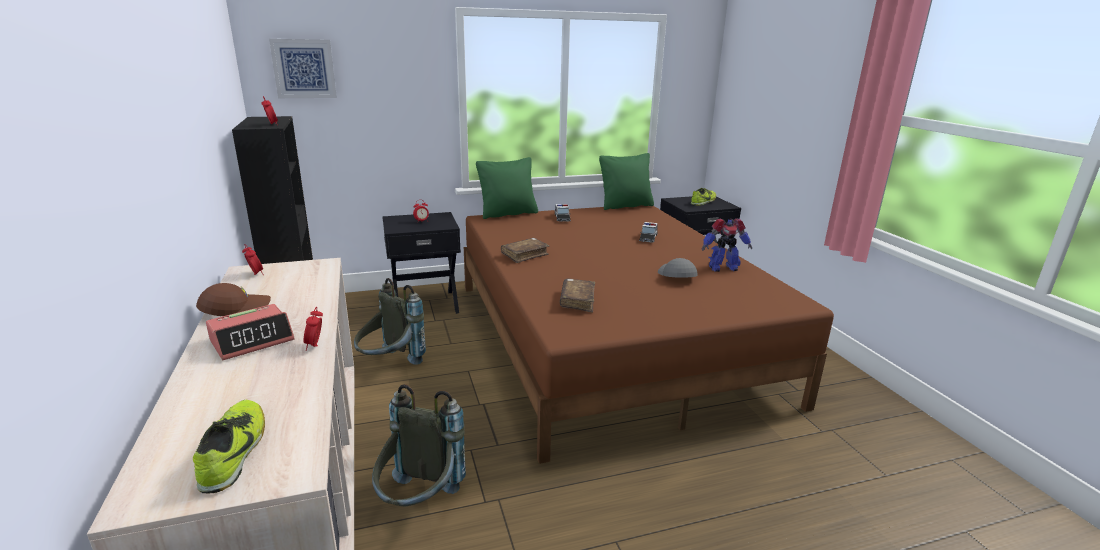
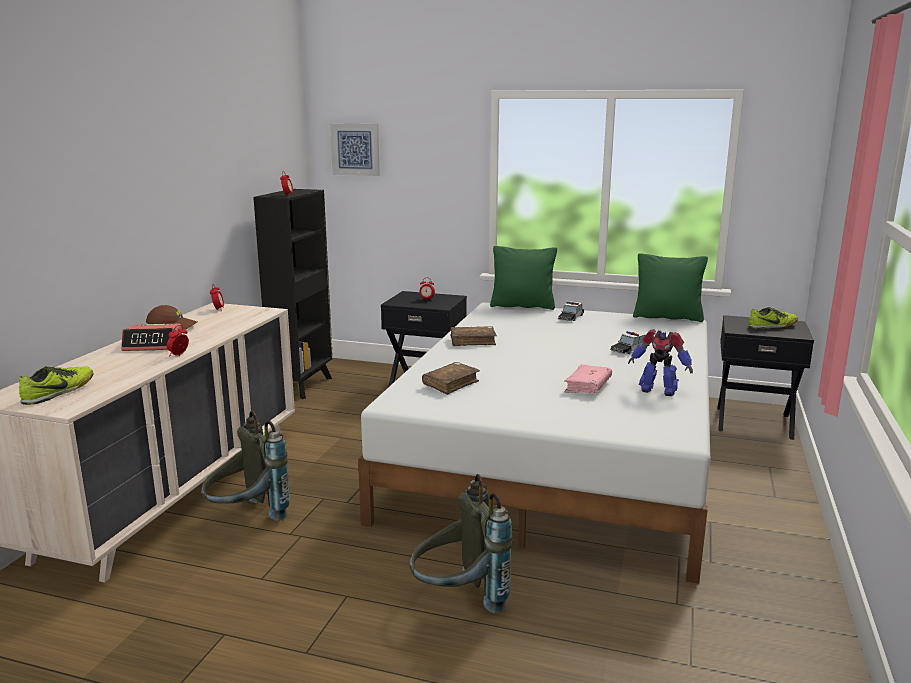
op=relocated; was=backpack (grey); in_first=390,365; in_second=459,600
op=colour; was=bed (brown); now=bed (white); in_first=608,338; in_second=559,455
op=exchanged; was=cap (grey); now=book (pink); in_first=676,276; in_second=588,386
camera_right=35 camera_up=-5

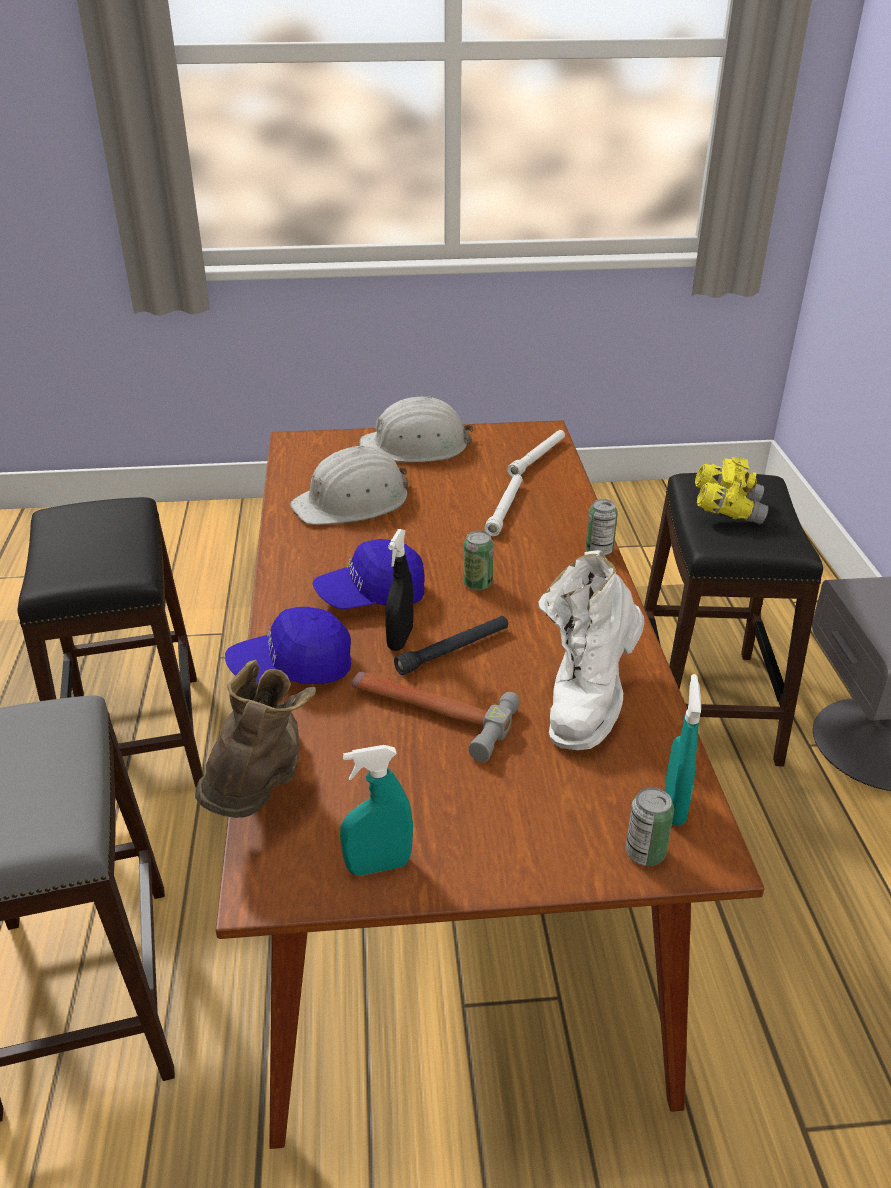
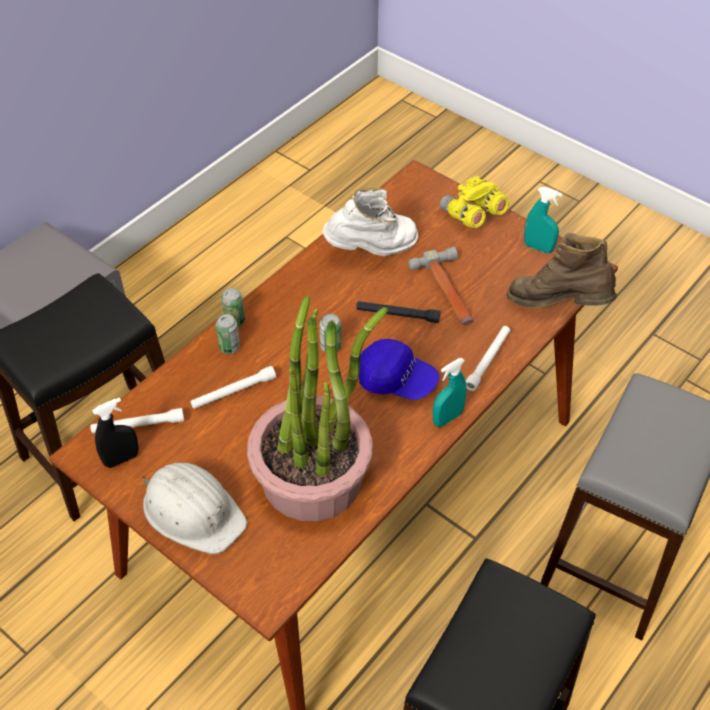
op=spun; was=boot (brown); in_first=262,790; in_second=558,306; clockwise=60
op=exchanged; was=cap (blue); now=flashlight (white); in_first=292,669; in_second=488,361
op=exchanged; was=hard hat (white); now=potted plant; in_first=353,502; in_second=313,477
op=relocated; was=spray bottle (black); in_first=400,639; in_second=121,459
op=relocated; was=can; in_first=645,853; in_second=229,347
op=relocated; was=spray bottle (turquoise); in_first=674,806; in_second=447,418
op=relocated; was=binoculars (yellow); in_first=727,510; in_second=472,215
camera_right=-135 camera_up=15

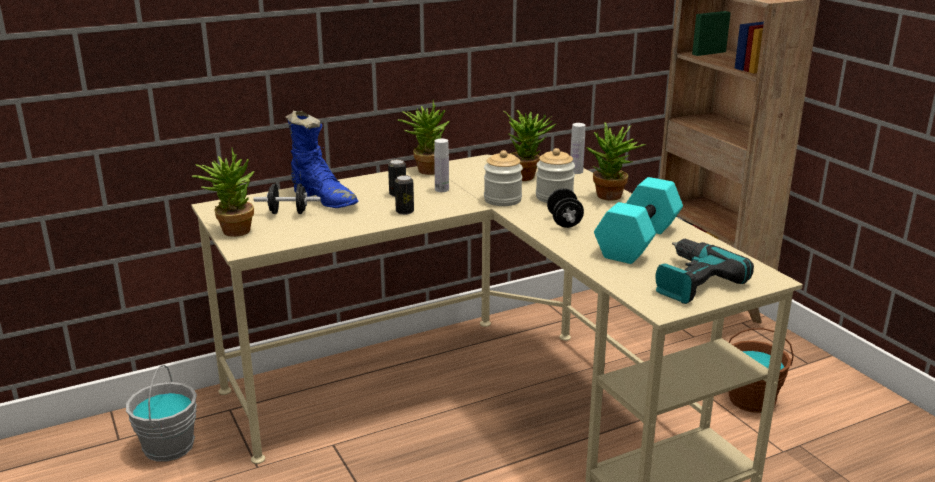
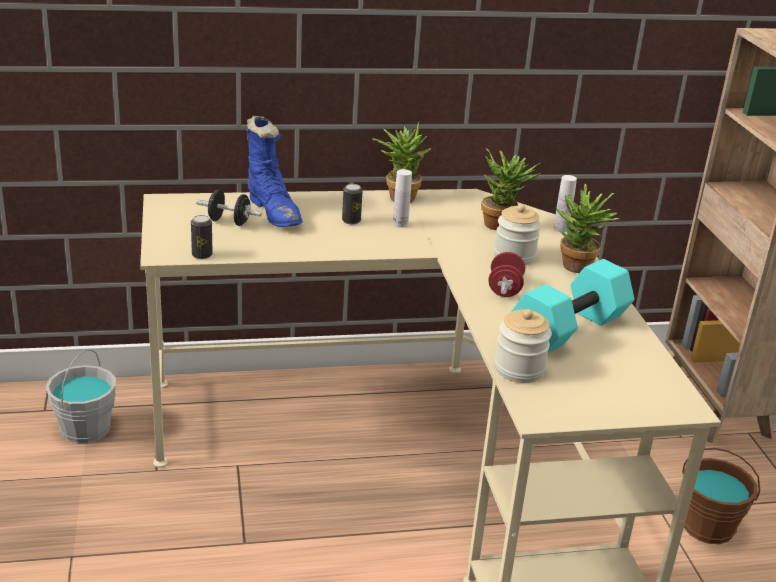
op=missing; was=potted plant; in_first=231,230
op=relocated; was=can; in_first=404,211; in_second=202,255
op=relocated; was=jar; in_first=502,200; in_second=519,369
op=colour; was=dumbbell (black); now=dumbbell (red); in_first=564,222; in_second=504,289
op=missing; was=power drill; in_first=690,281
camera_right=15 camera_up=5

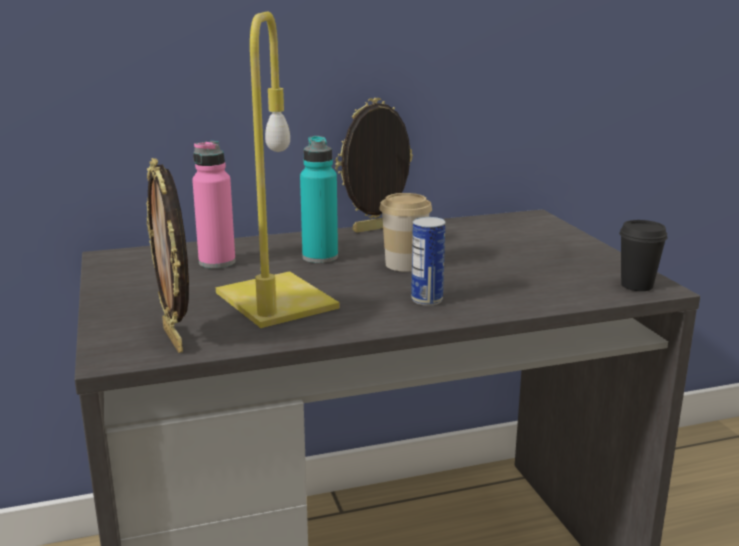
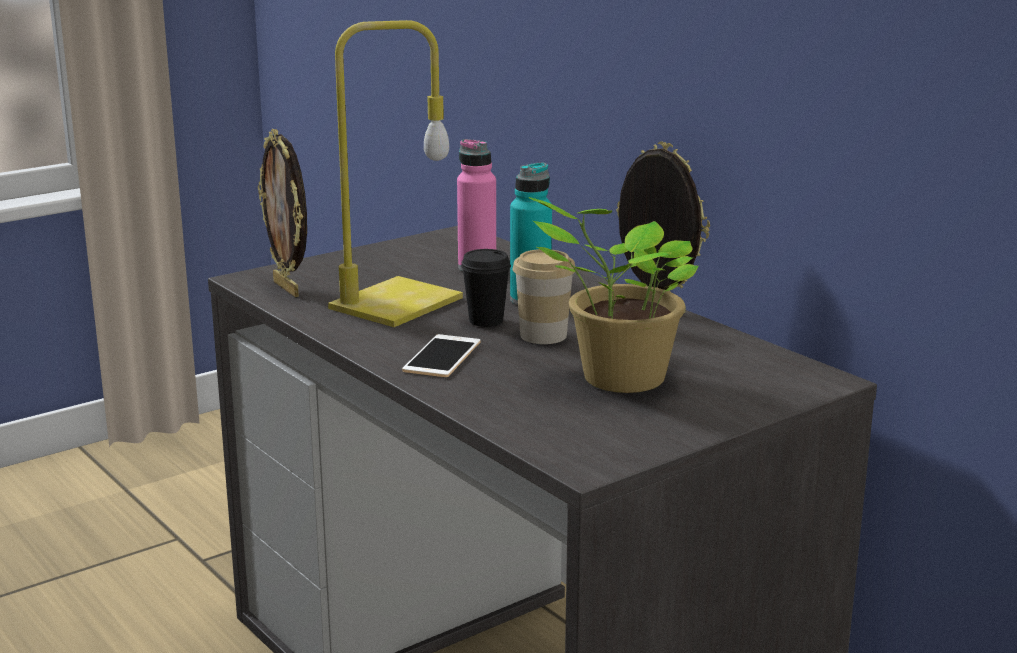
op=spun; was=picture frame; in_first=175,339; in_second=288,288; clockwise=-75
op=exchanged; was=can; now=phone; in_first=427,300; in_second=442,356
op=relocated; was=cup (black); in_first=636,285; in_second=486,321
op=appeared; now=potted plant; in_second=617,379
camera_right=70 camera_up=0

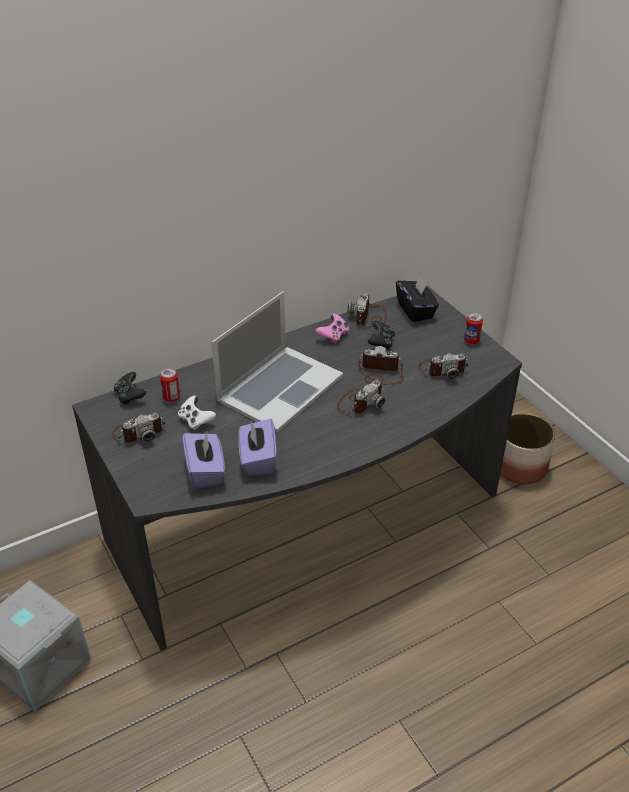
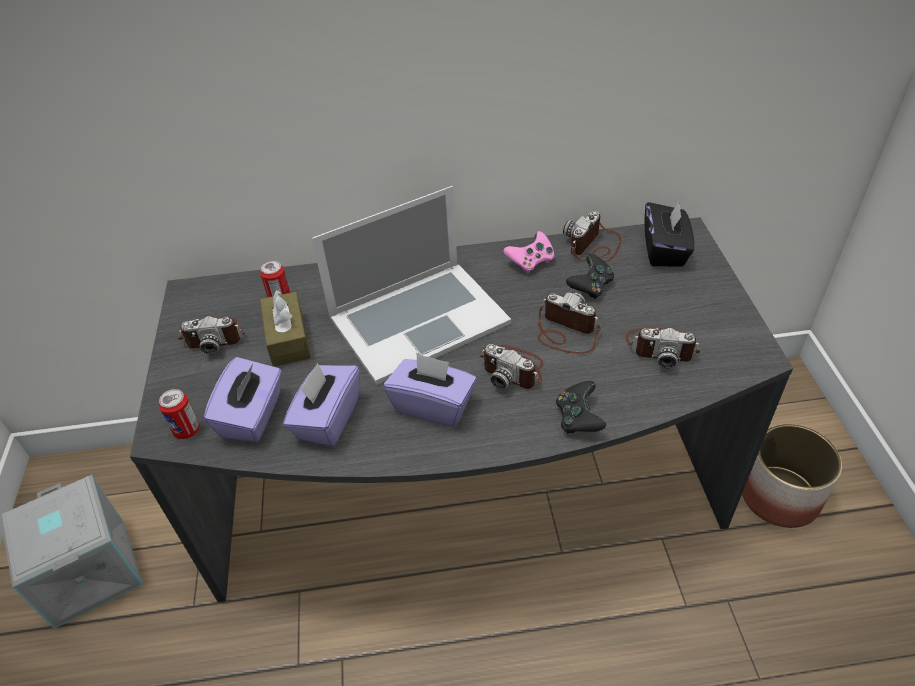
op=relocated; was=game controller (black); in_first=130,396; in_second=578,418
op=exchanged; was=game controller (white); now=tissue box (brown); in_first=196,420; in_second=288,339
op=spun; was=photo camera; in_first=360,402; in_second=513,369; clockwise=60
op=relocated; was=can; in_first=471,341; in_second=187,430
op=appeared; now=tissue box (purple); in_second=433,405
camera_right=25 camera_up=5

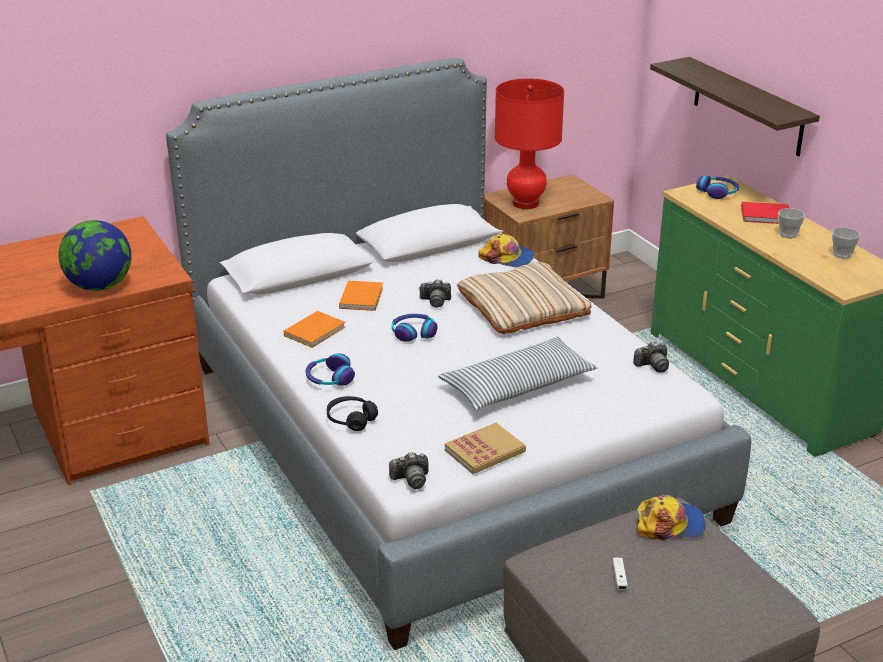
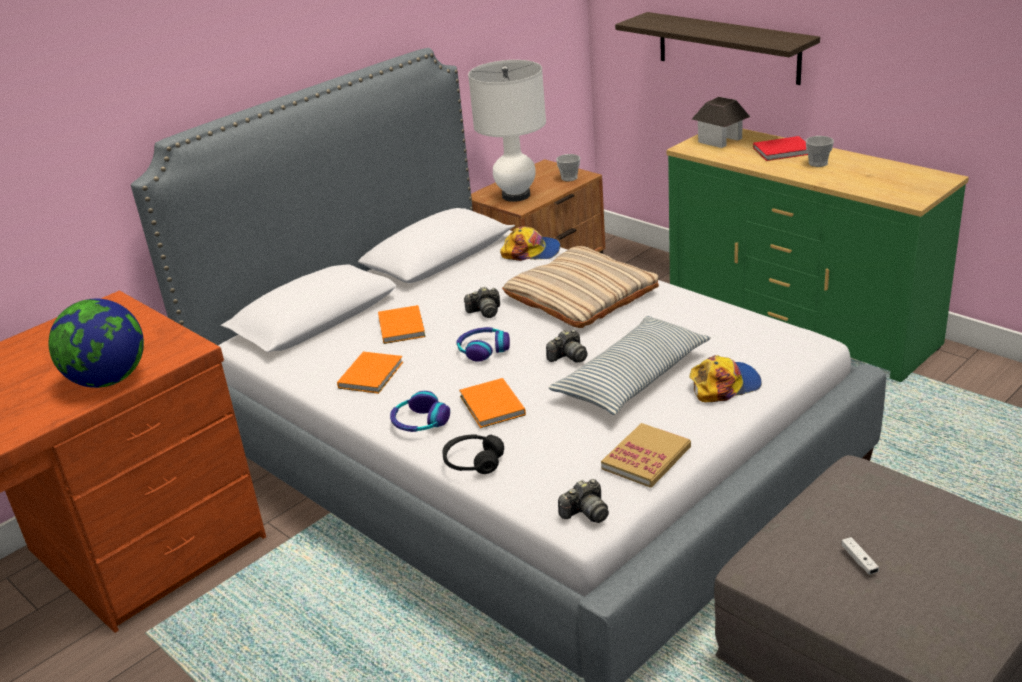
op=colour; was=table lamp (red); now=table lamp (white); in_first=526,203; in_second=516,195
op=relocated; was=photo camera; in_first=653,365; in_second=568,357
op=relocated; was=cap; in_first=670,524; in_second=724,385
op=exchanged; was=headphones; now=toy house; in_first=717,192; in_second=720,140
op=relocated; was=cup; in_first=842,254; in_second=569,178
op=appeared; now=book (orange); in_second=491,407
camera_right=-15 camera_up=0

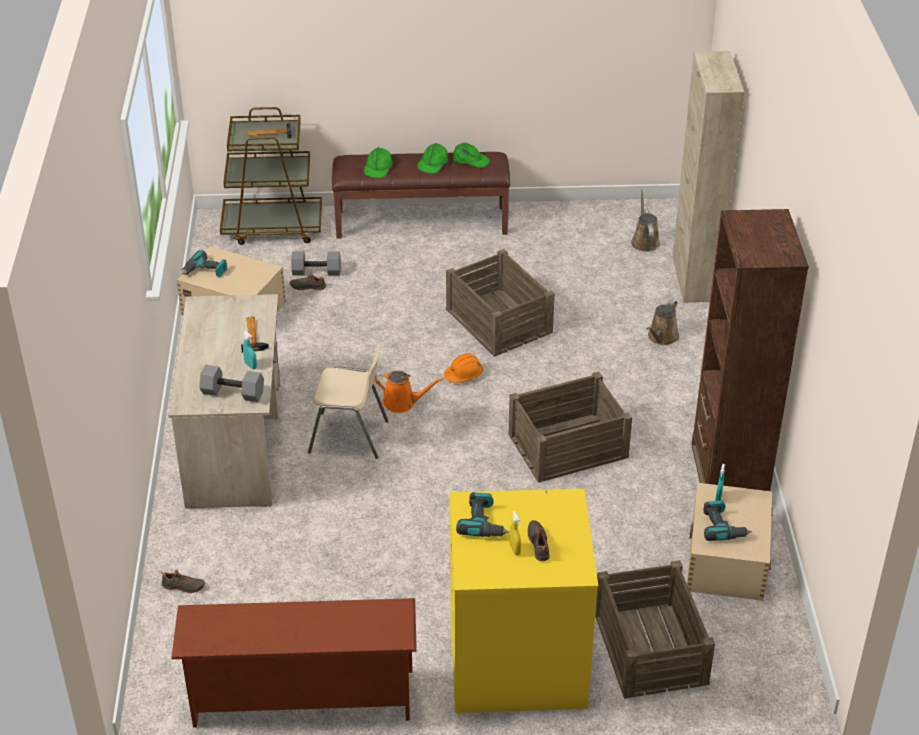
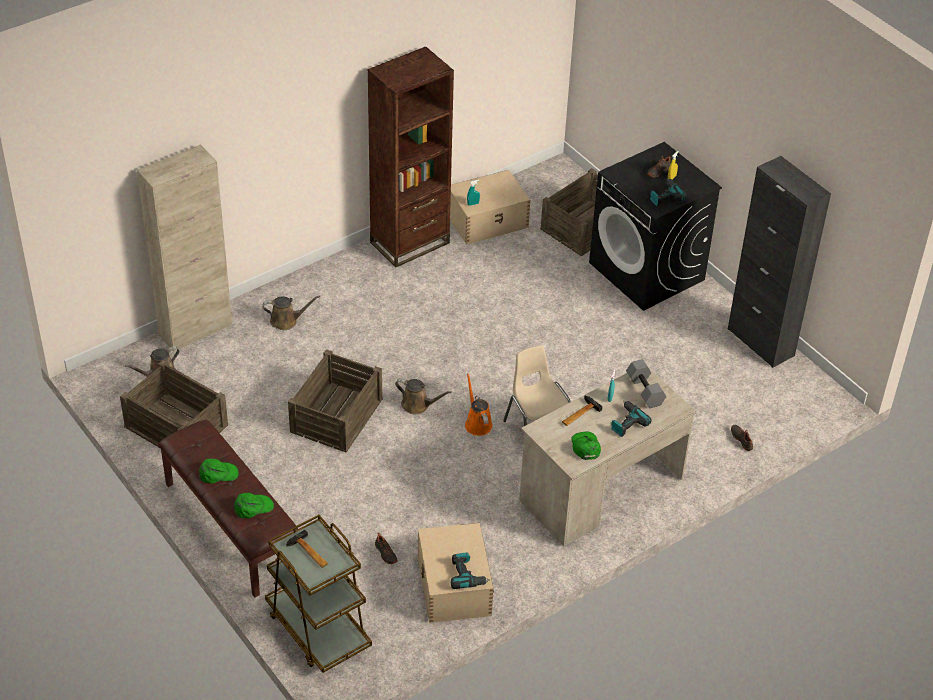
op=exchanged; was=shoe rack (brown); now=cabinet (black); in_first=301,700; in_second=760,342
op=missing; was=dumbbell (grey); in_first=317,271
op=exchanged; was=hard hat (orange); now=watering can (brown); in_first=464,375; in_second=418,405
op=colour; was=washing machine (yellow); now=washing machine (black); in_first=516,662; in_second=647,271
op=relocated; was=cap (green); in_first=471,160; in_second=585,447
op=relocated; was=crate; in_first=568,446; in_second=176,425
op=relocated; was=power drill; in_first=722,527; in_second=626,422
camera_right=-125 camera_up=5

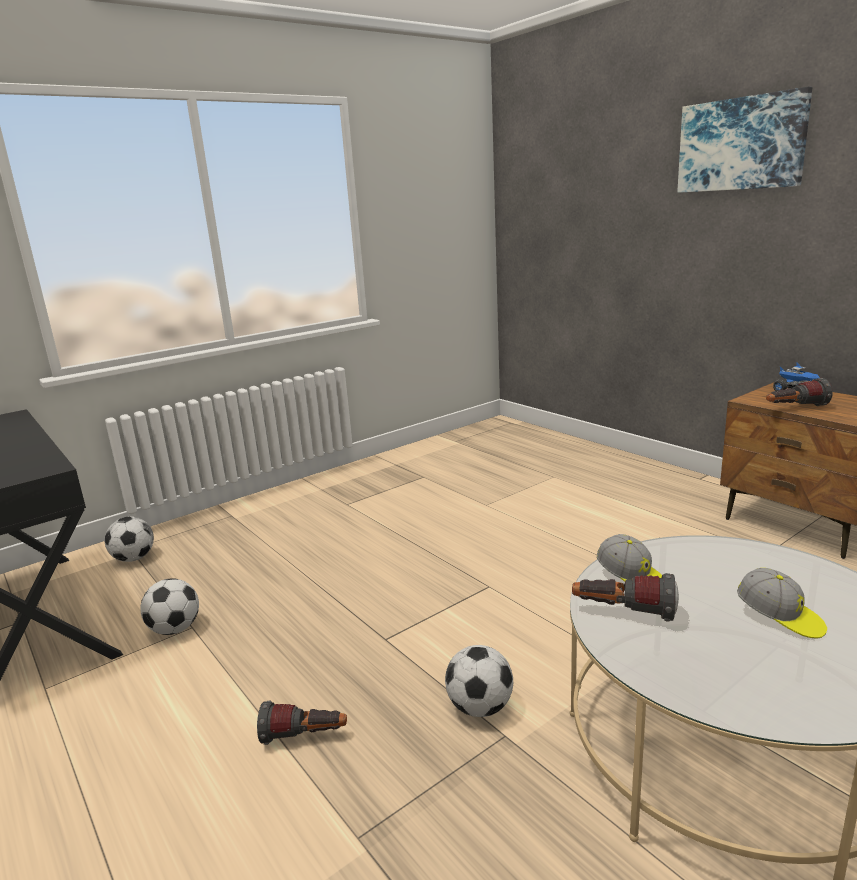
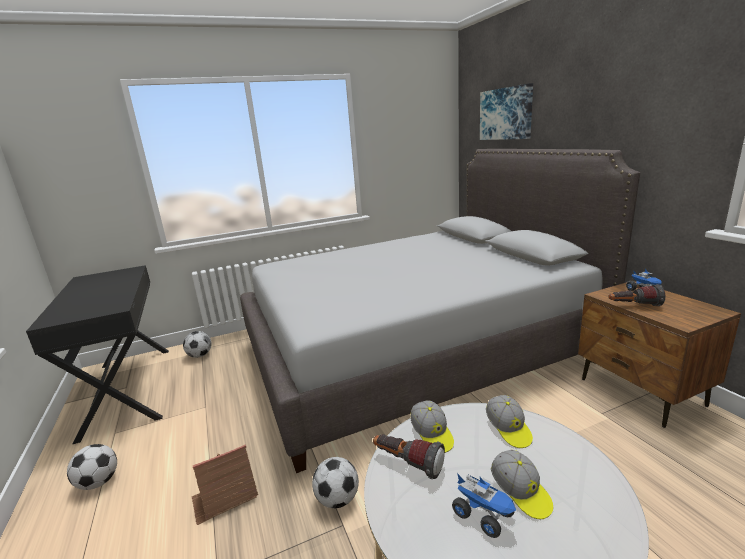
op=relocated; was=football; in_first=175,629; in_second=98,482
op=exchanged; was=flashlight; now=toy house; in_first=305,737; in_second=225,496
op=relocated; was=picture; in_first=741,144; in_second=506,114
op=appeared; now=bed (grey); in_second=415,350
op=appeared; now=toy truck; in_second=484,514
op=appeared; now=cap; in_second=508,429
camera_right=15 camera_up=0

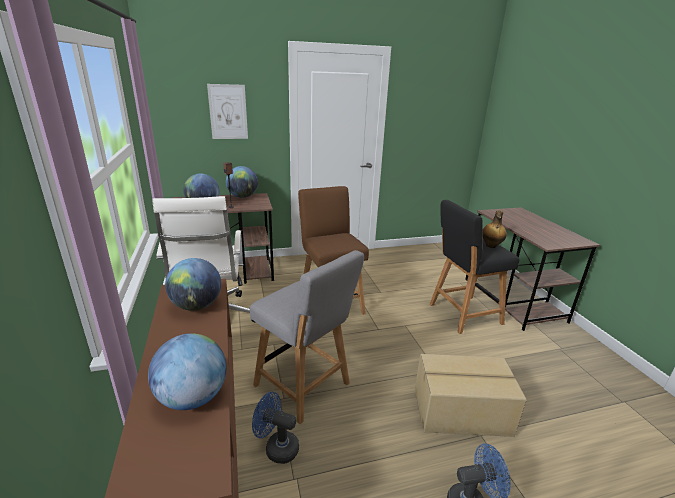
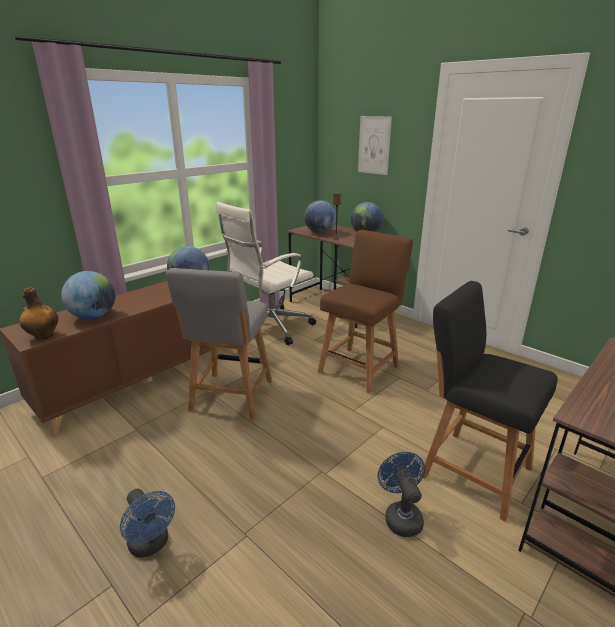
op=relocated; was=fan (blue); in_first=277,447; in_second=401,516
op=missing; was=cardboard box; in_first=462,412
op=relocated; was=bottle; in_first=491,246; in_second=43,336
camera_right=60 camera_up=0

